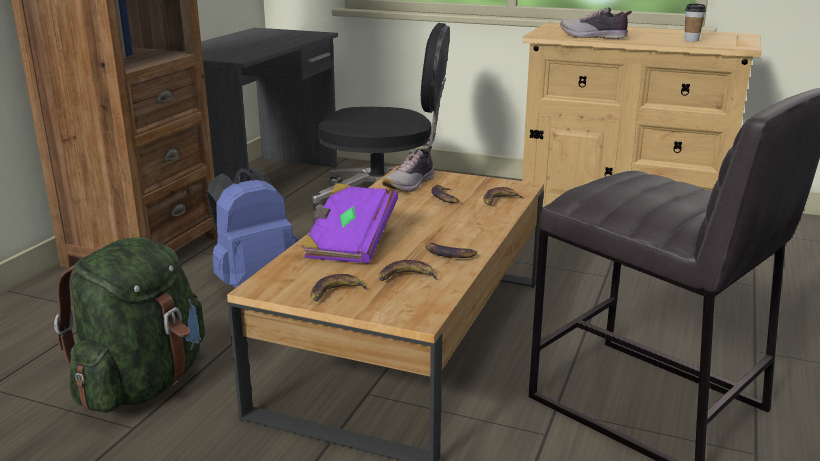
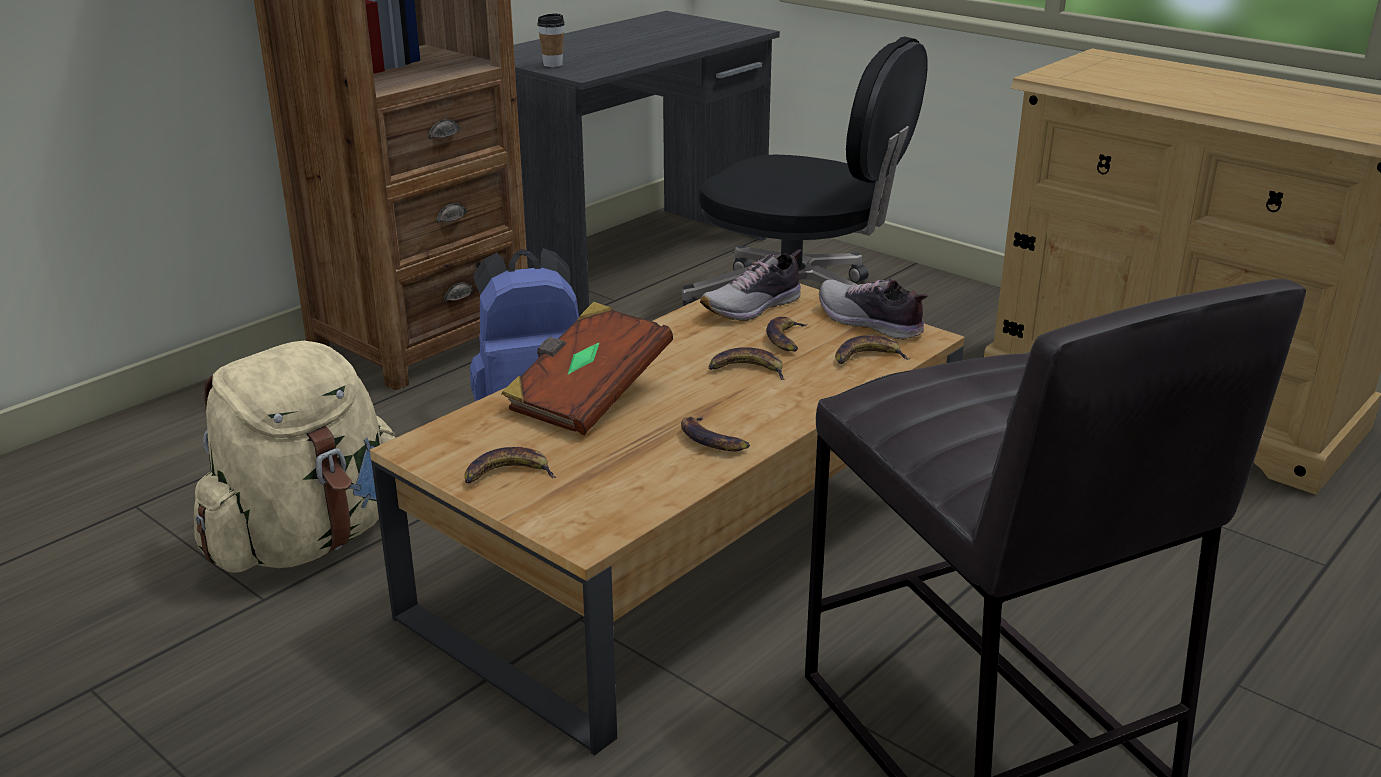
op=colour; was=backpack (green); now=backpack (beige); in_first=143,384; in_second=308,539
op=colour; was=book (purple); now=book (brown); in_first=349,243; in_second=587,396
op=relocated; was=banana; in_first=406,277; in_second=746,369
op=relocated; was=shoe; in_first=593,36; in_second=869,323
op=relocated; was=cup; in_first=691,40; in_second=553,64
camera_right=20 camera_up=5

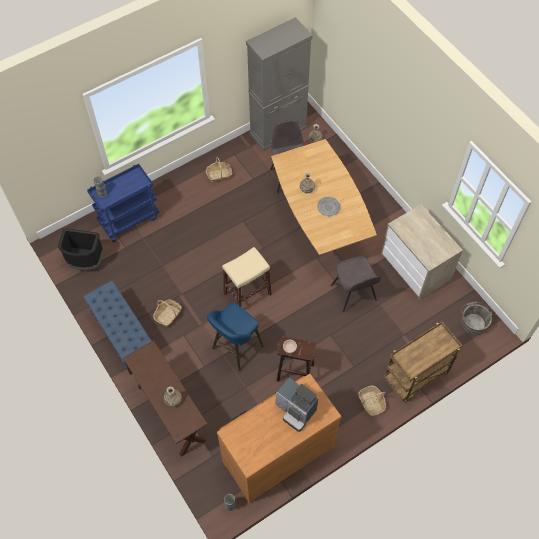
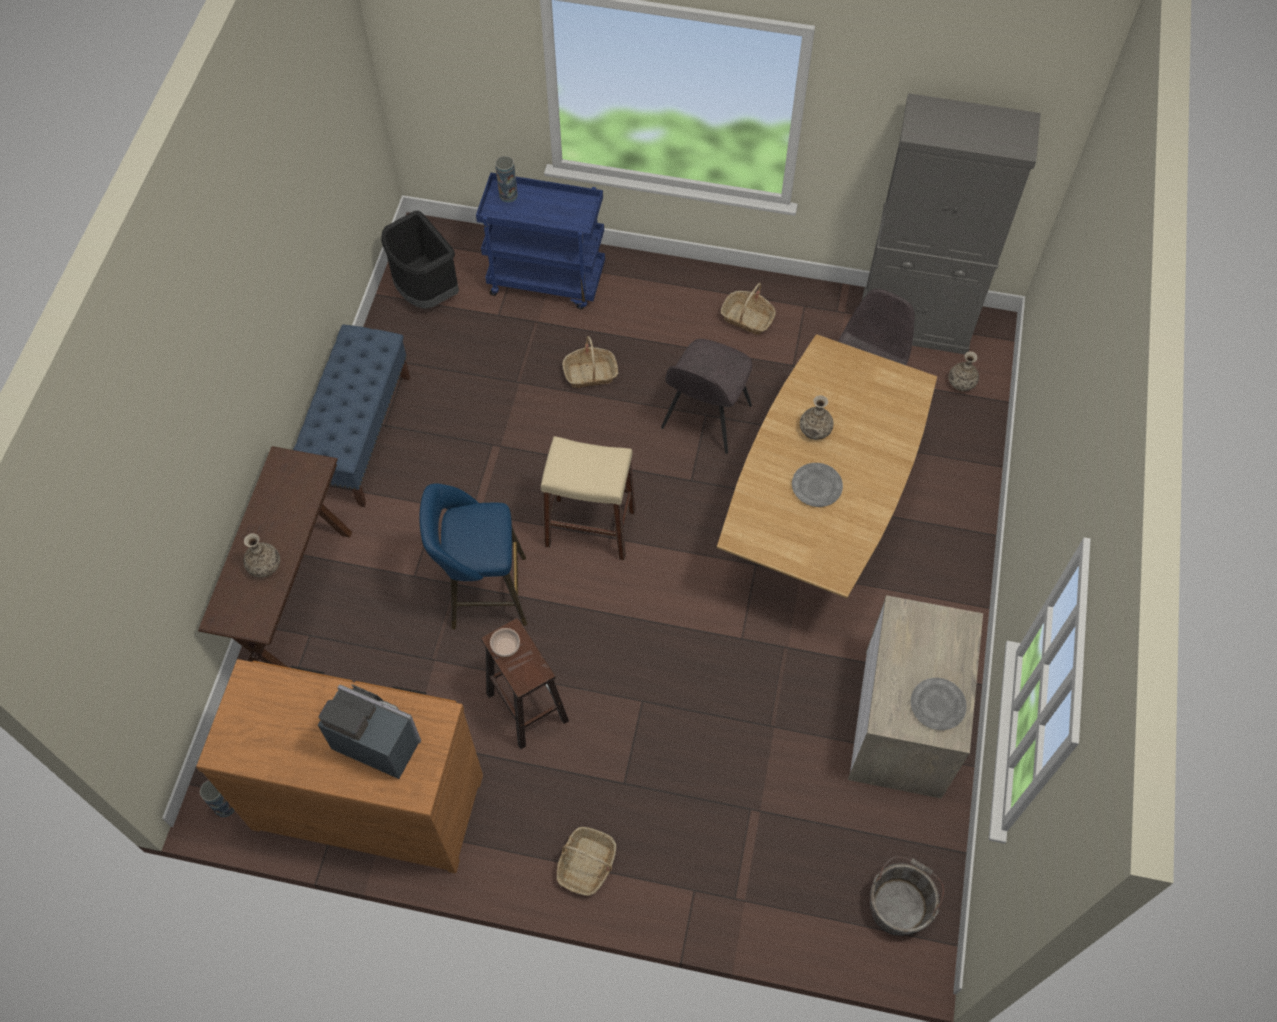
op=relocated; was=basket; in_first=168,315; in_second=590,374
op=spun; was=coffee machine; in_first=295,410; in_second=376,739; clockwise=120
op=relocated; was=chair (grey); in_first=354,294; in_second=705,418
op=missing; was=cart (brown); in_first=416,377
op=appeared; now=plate (grey); in_second=938,705
camera_right=45 camera_up=0

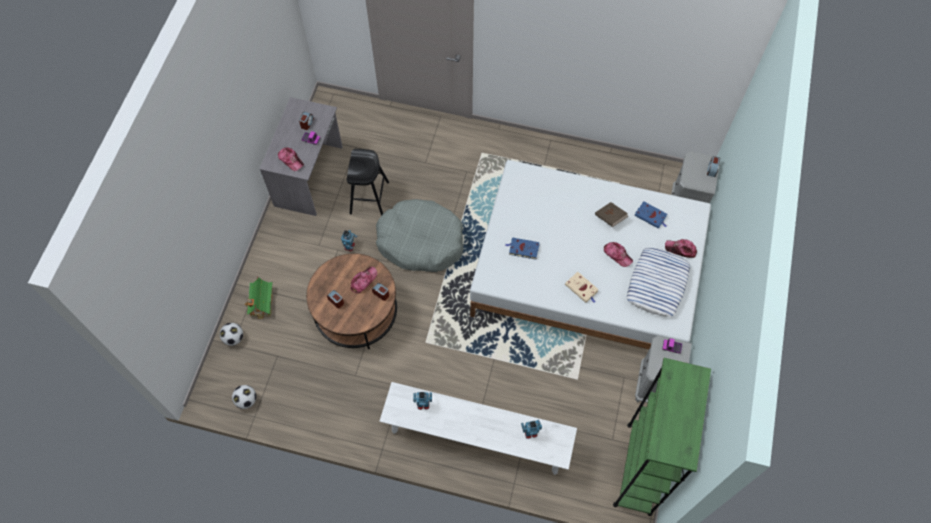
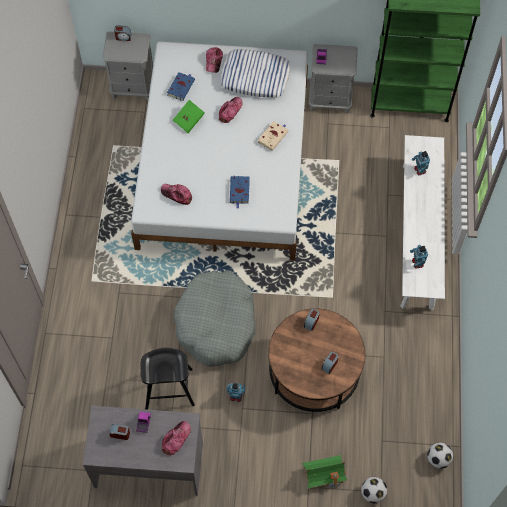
op=relocated; was=cap; in_first=363,281; in_second=176,195
op=colour; was=book (brown); now=book (green); in_first=610,218; in_second=189,120
camera_right=-100 camera_up=0

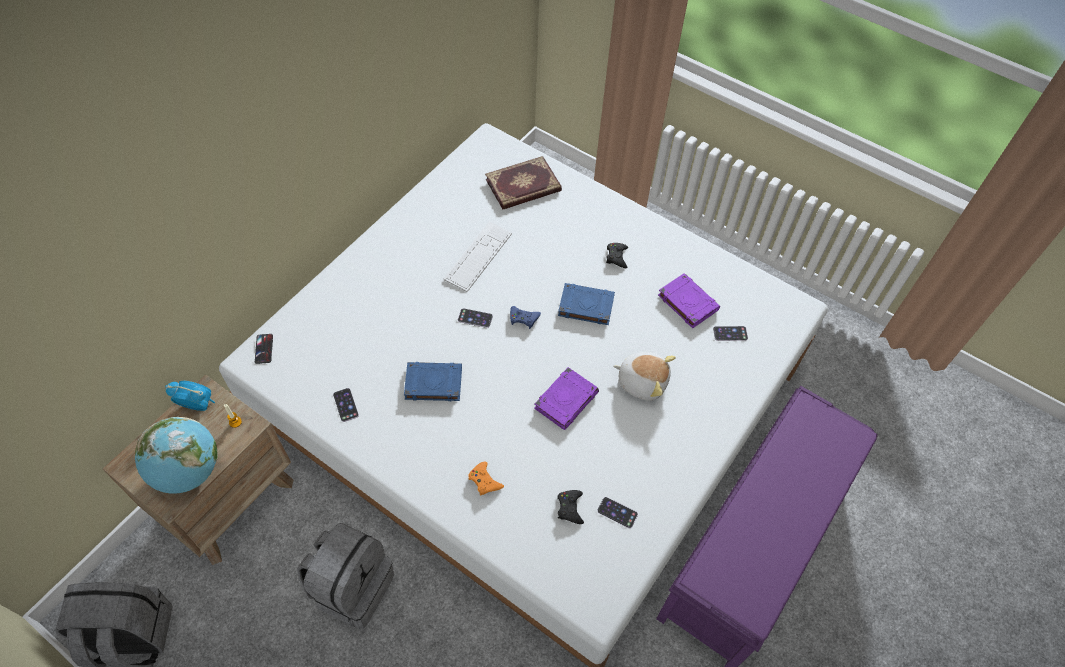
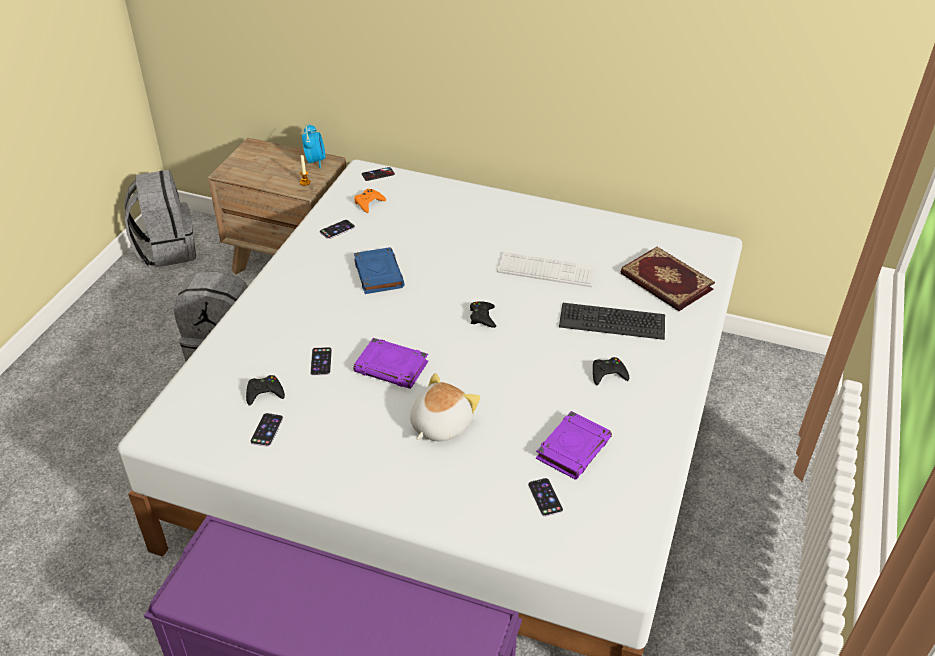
op=missing; was=globe; in_first=189,471
op=relocated; was=phone; in_first=475,318; in_second=321,361
op=relocated; was=game controller (orange); in_first=484,481; in_second=368,203
op=colour; was=game controller (blue); now=game controller (black); in_first=523,318; in_second=482,317
op=missing; was=book (blue); in_first=585,306
op=spun; was=plush toy; in_first=642,381; in_second=439,424; clockwise=-150
op=appeared; now=keyboard; in_second=612,321
camera_right=75 camera_up=-15

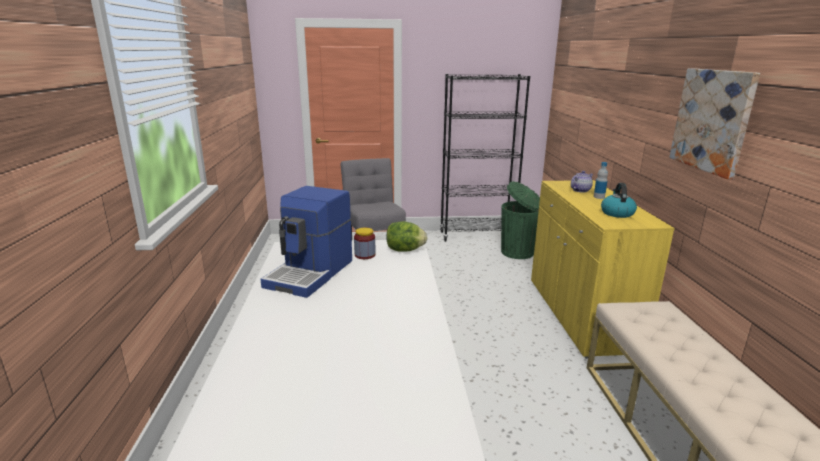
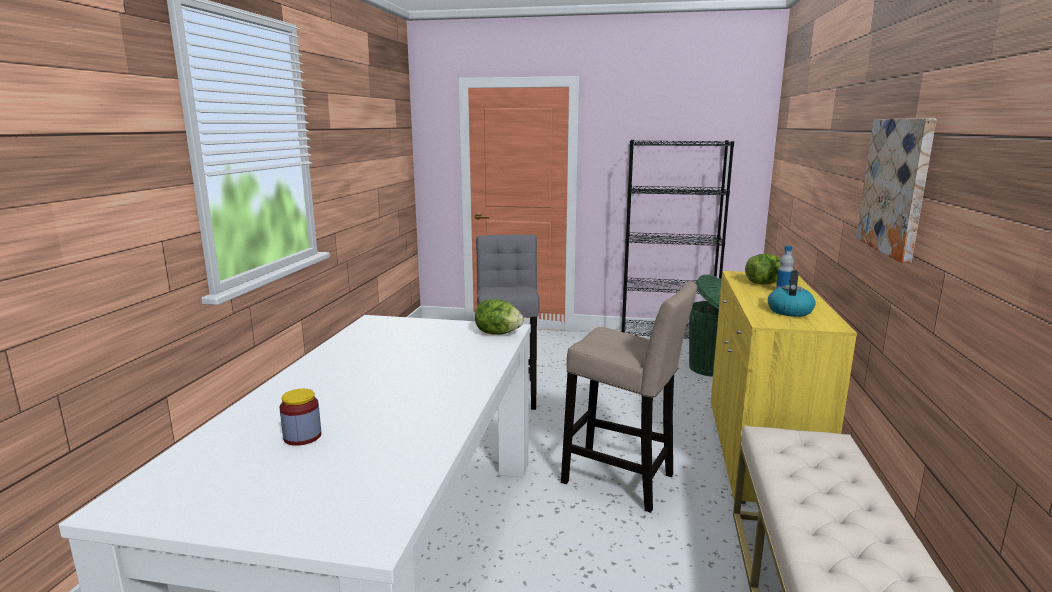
op=missing; was=coffee machine; in_first=311,273
op=relocated; was=jar; in_first=365,255; in_second=302,436
op=exchanged; was=teapot; now=lettuce; in_first=580,190; in_second=764,283
op=appeared; now=stool (beige); in_second=623,481
camera_right=15 camera_up=-5

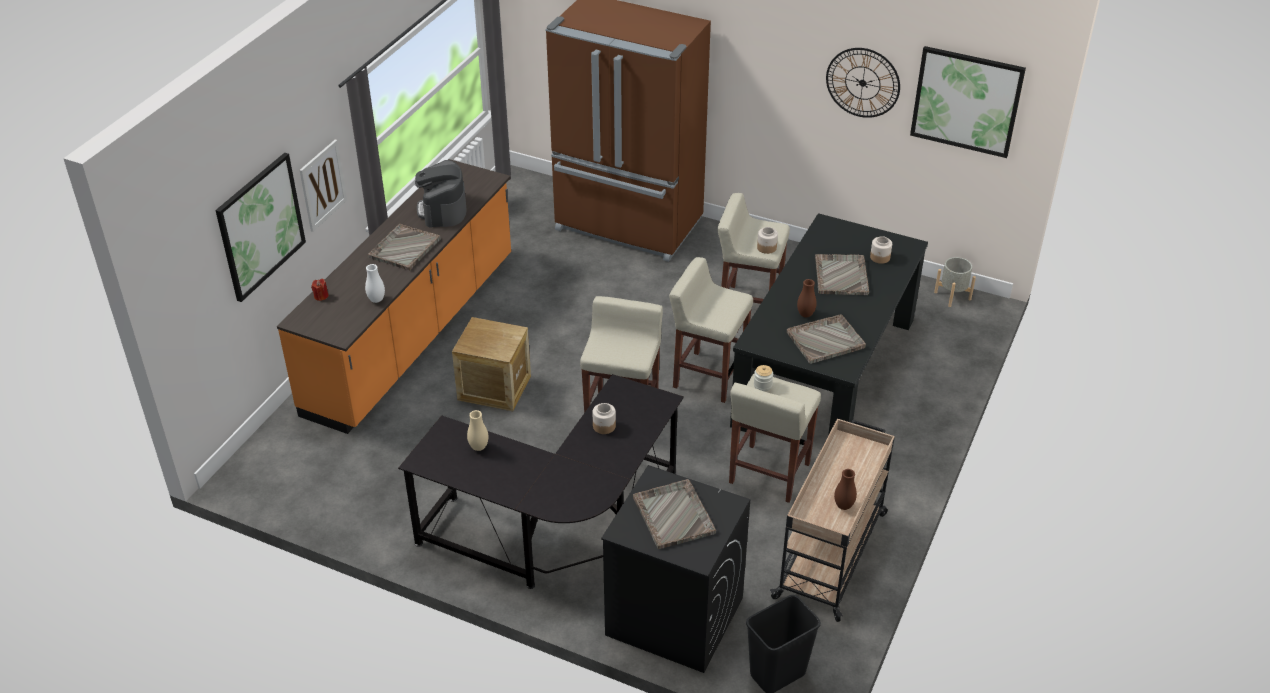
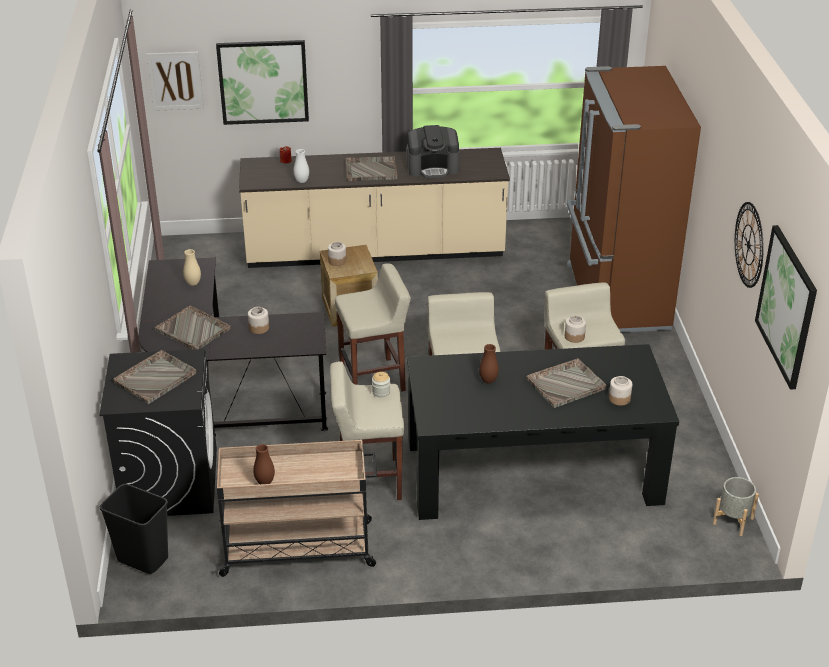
op=colour; was=counter (orange); now=counter (beige); in_first=413,334; in_second=375,252
op=relocated; was=picture; in_first=322,185; in_second=175,80
op=spun; was=coffee machine; in_first=442,210; in_second=433,168; clockwise=-150
op=relocated; was=tray (grey); in_first=826,340; in_second=193,330
op=appeared; now=jar; in_second=337,261
camera_right=60 camera_up=-5

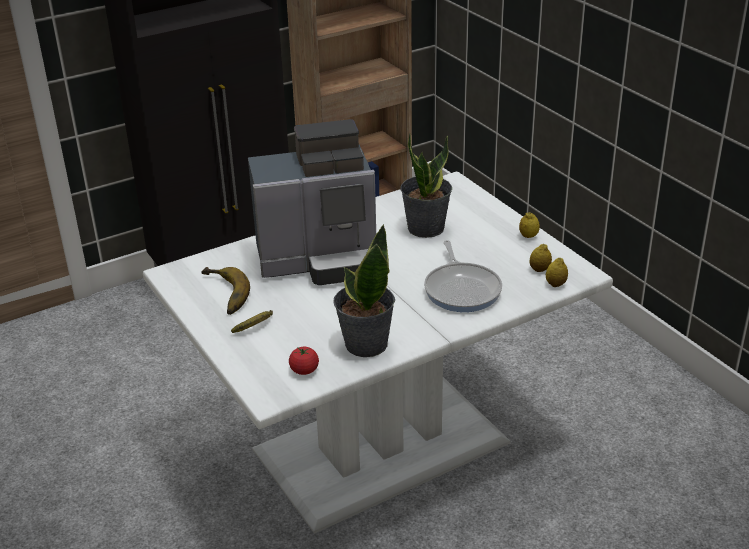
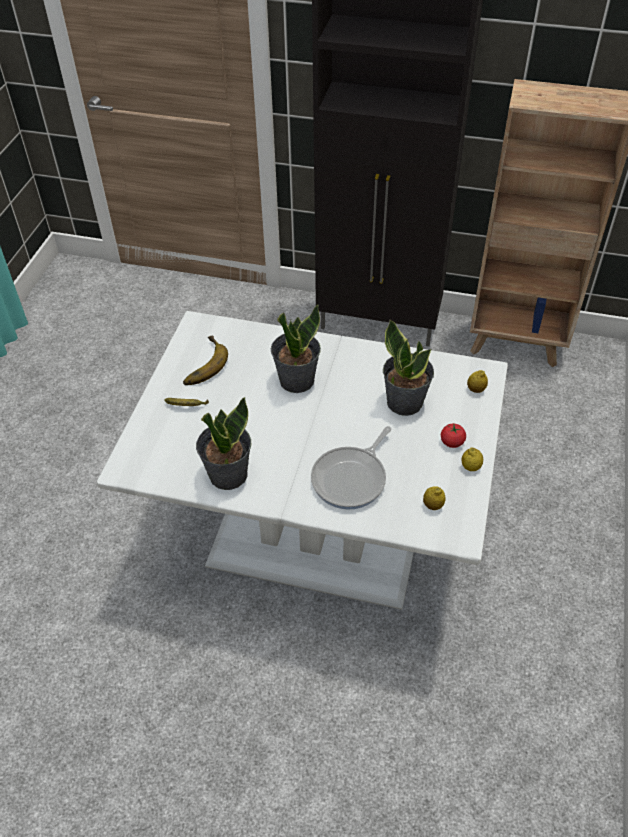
op=exchanged; was=coffee machine; now=potted plant; in_first=321,260; in_second=296,380
op=relocated; was=tomato; in_first=304,370; in_second=452,442
op=relocated; was=lemon; in_first=556,284; in_second=476,390
camera_right=45 camera_up=15

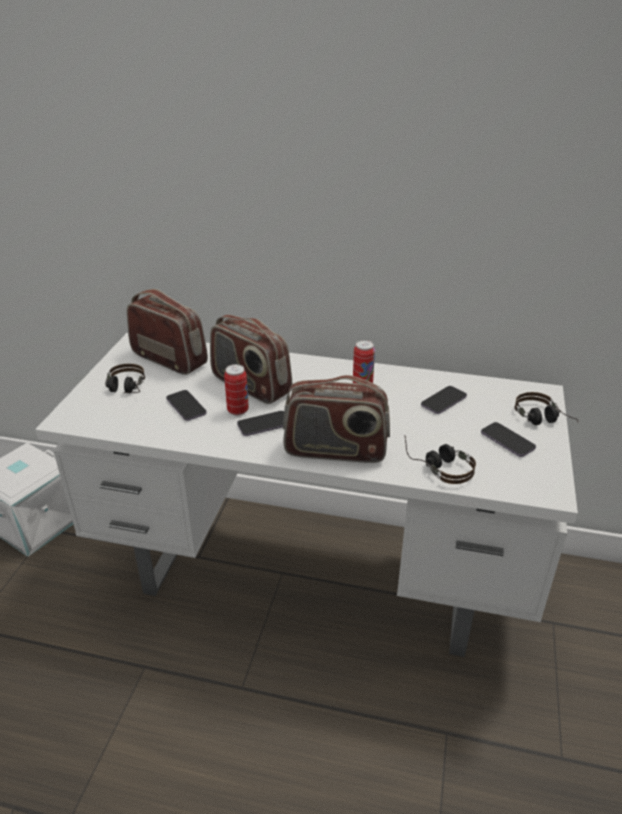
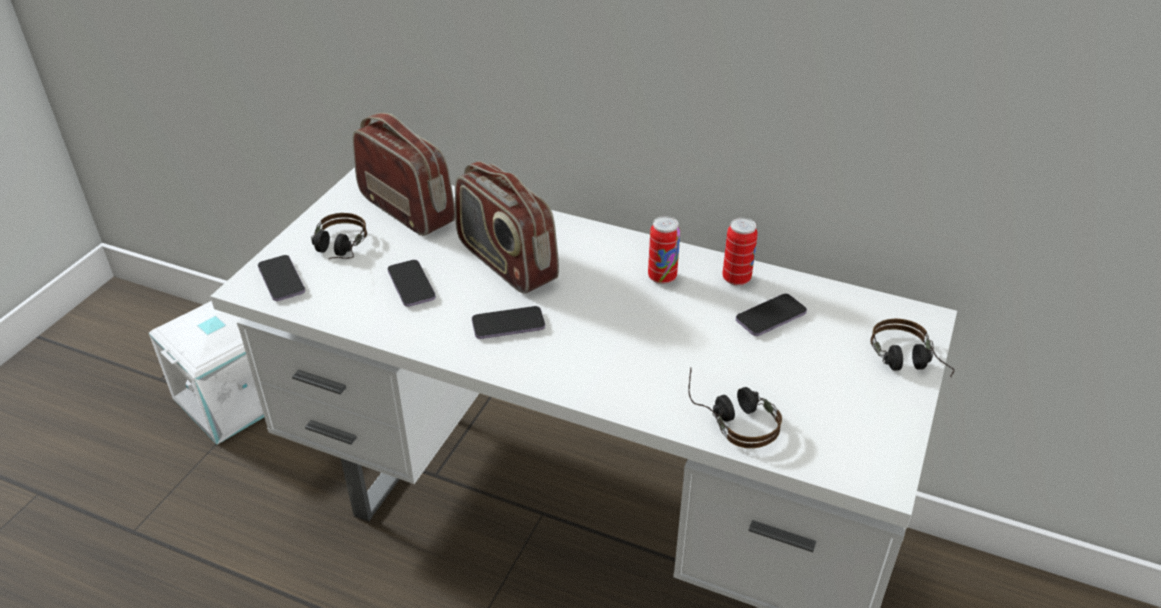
op=relocated; was=can; in_first=238,410; in_second=736,279
op=missing; was=radio; in_first=335,451
op=relocated; was=phone; in_first=507,441; in_second=281,280
camera_right=10 camera_up=5

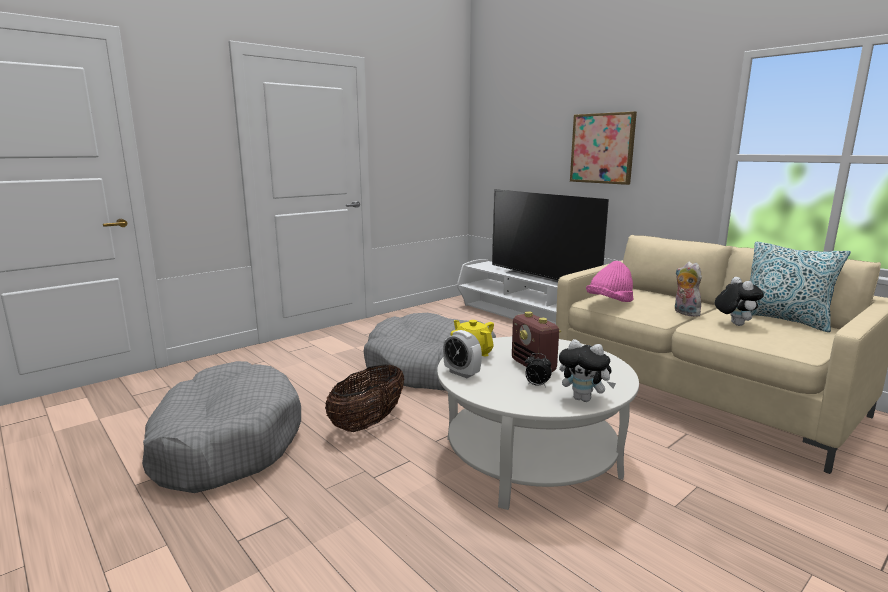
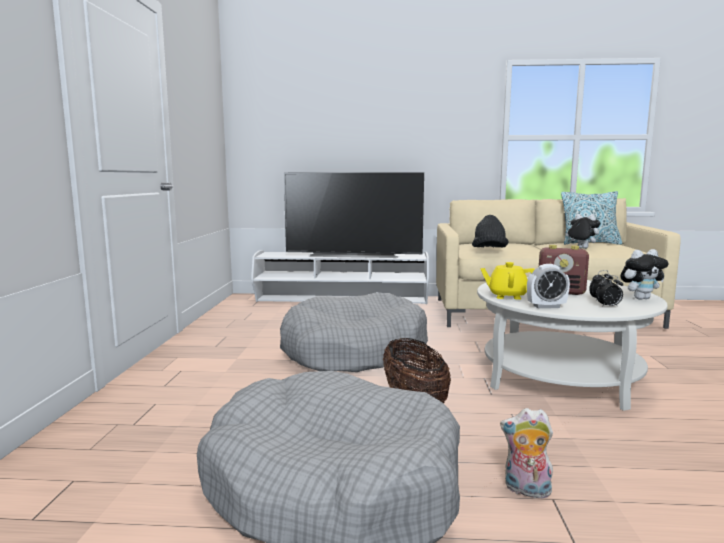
op=missing; was=picture; in_first=602,148
op=colour; was=hat (pink); now=hat (black); in_first=609,302; in_second=489,250
op=relocated; was=plush toy; in_first=684,313; in_second=526,490
op=appeared; now=alarm clock; in_second=608,306
camera_right=-45 camera_up=-5

